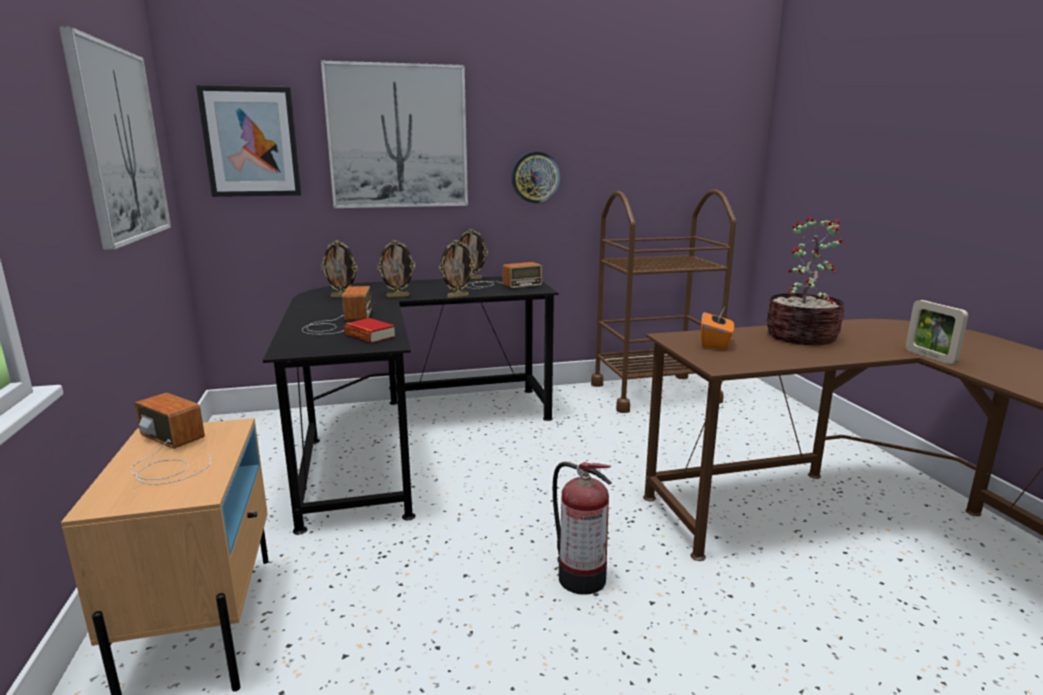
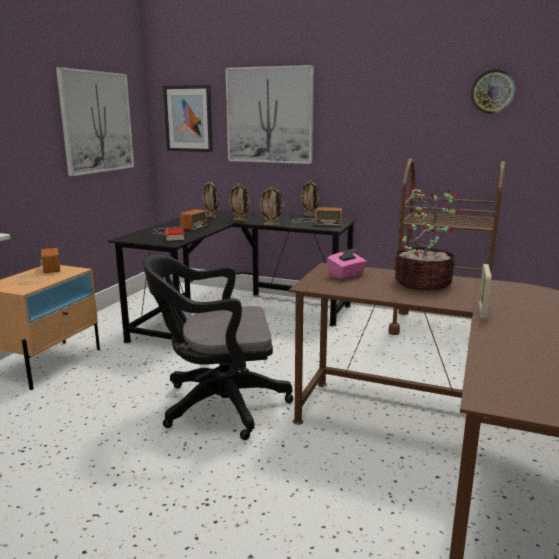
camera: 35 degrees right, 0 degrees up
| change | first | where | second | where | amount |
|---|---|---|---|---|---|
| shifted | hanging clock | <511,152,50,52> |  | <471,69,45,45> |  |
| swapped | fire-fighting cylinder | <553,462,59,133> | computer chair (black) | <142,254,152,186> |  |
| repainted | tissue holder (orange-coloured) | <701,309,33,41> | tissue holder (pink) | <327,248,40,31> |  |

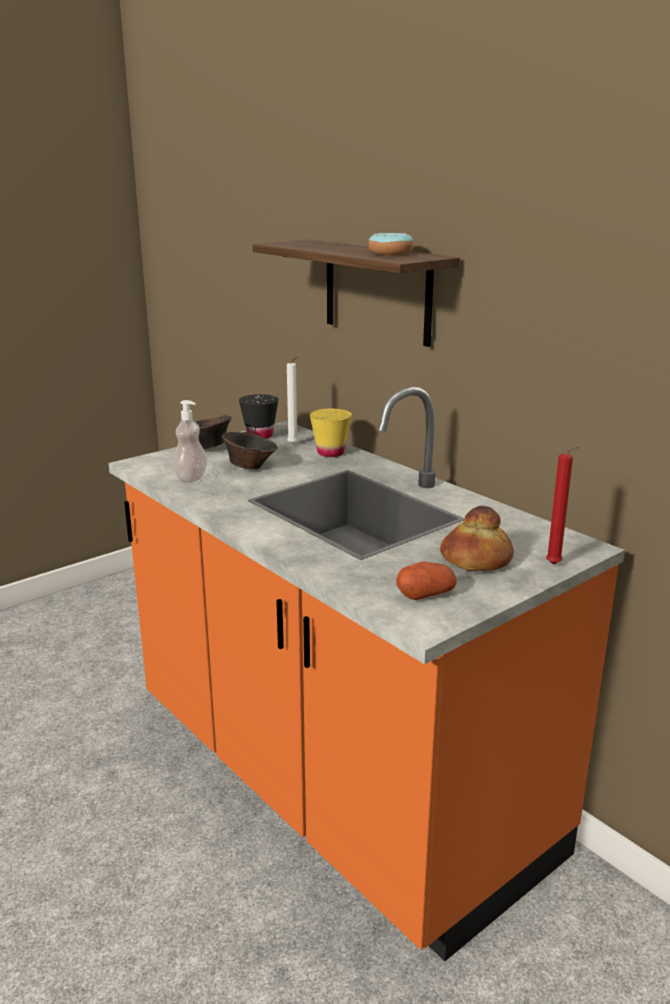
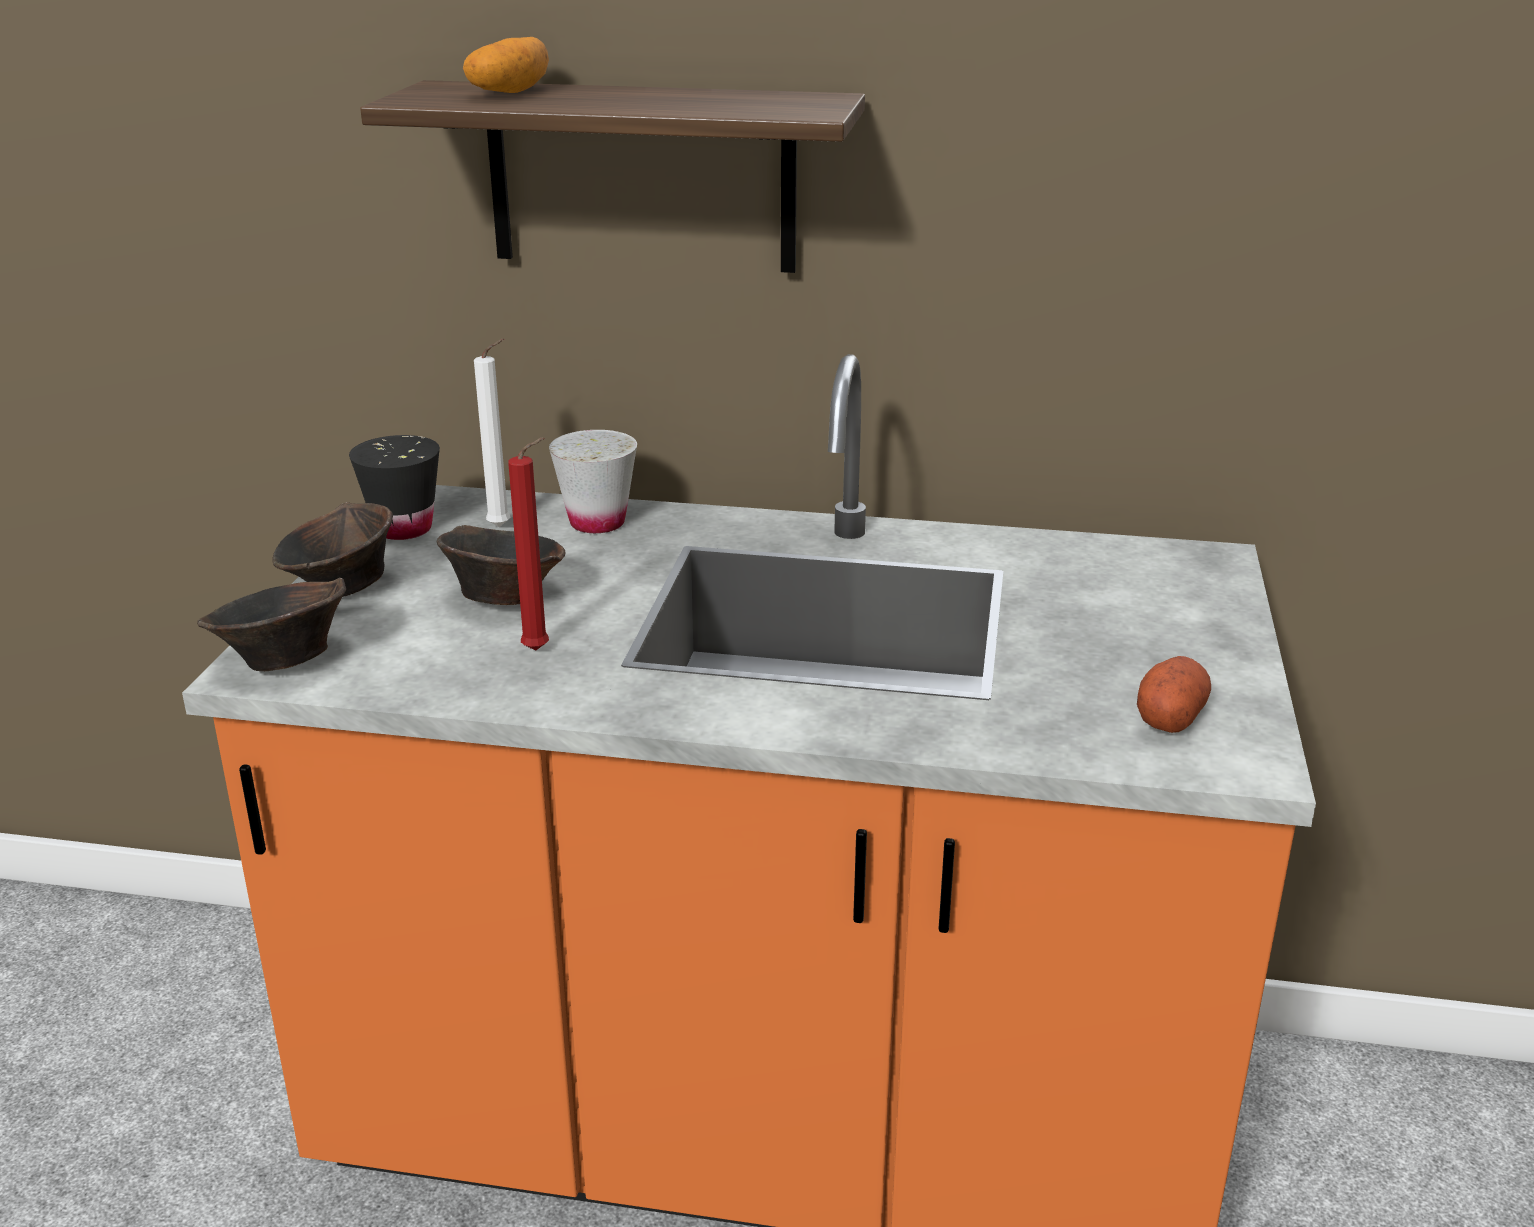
camera: 40 degrees left, 5 degrees up
| change | first | where | second | where | amount |
|---|---|---|---|---|---|
| gone | soap dispenser | <173,400,34,83> |  |  |  |
| repainted | drinking cup (yellow-coloured) | <310,409,42,48> | drinking cup (white) | <549,430,88,103> |  |
| gone | donut | <368,233,46,22> |  |  |  |
| gone | bakery bread | <440,506,74,65> |  |  |  |
| shifted | wax candle (red) | <546,446,35,119> |  | <508,437,41,214> |  |
| new |  |  | bowl (brown) | <197,578,149,93> |  |
| new |  |  | spud | <463,37,86,56> |  |

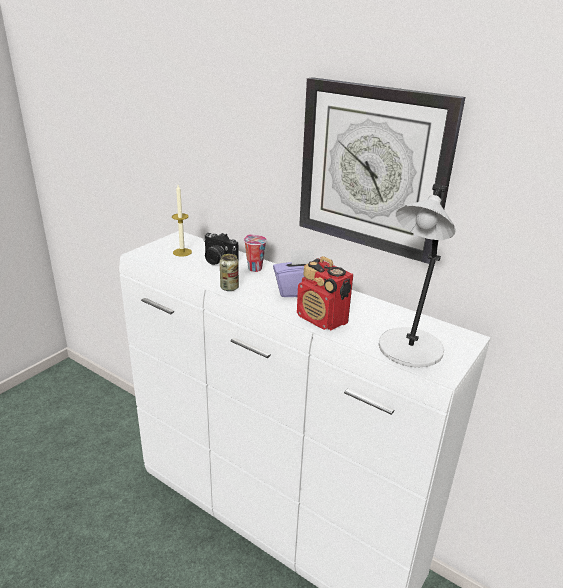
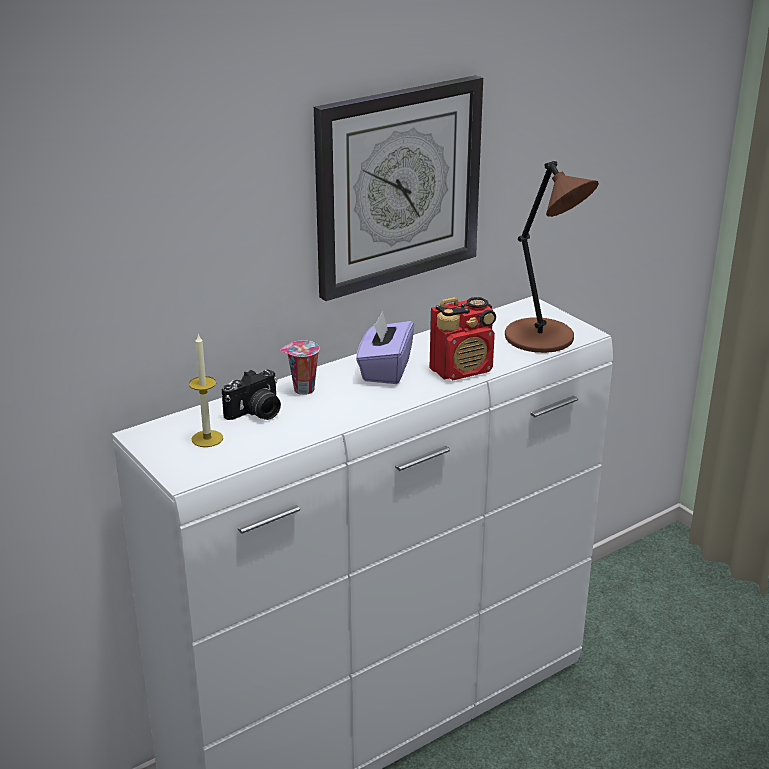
camera: 70 degrees left, 0 degrees up
| change | first | where | second | where | amount |
|---|---|---|---|---|---|
| gone | metal can | <220,254,19,37> |  |  |  |
| repainted | tabletop lamp (gray) | <379,184,77,183> | tabletop lamp (brown) | <505,161,94,192> |  |

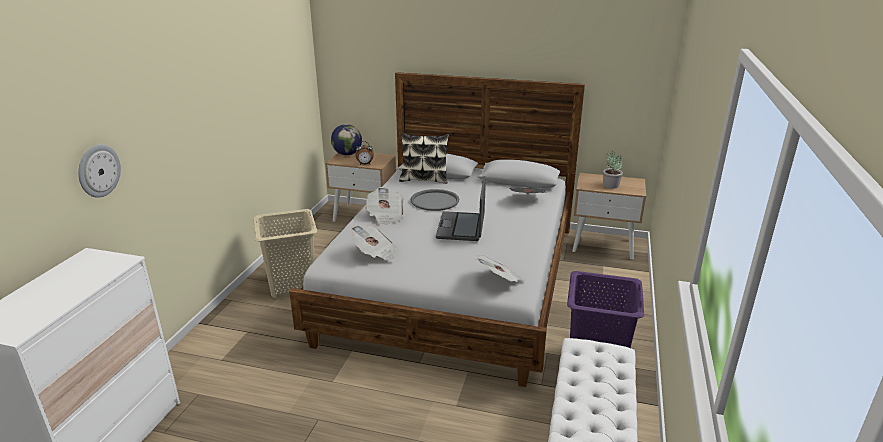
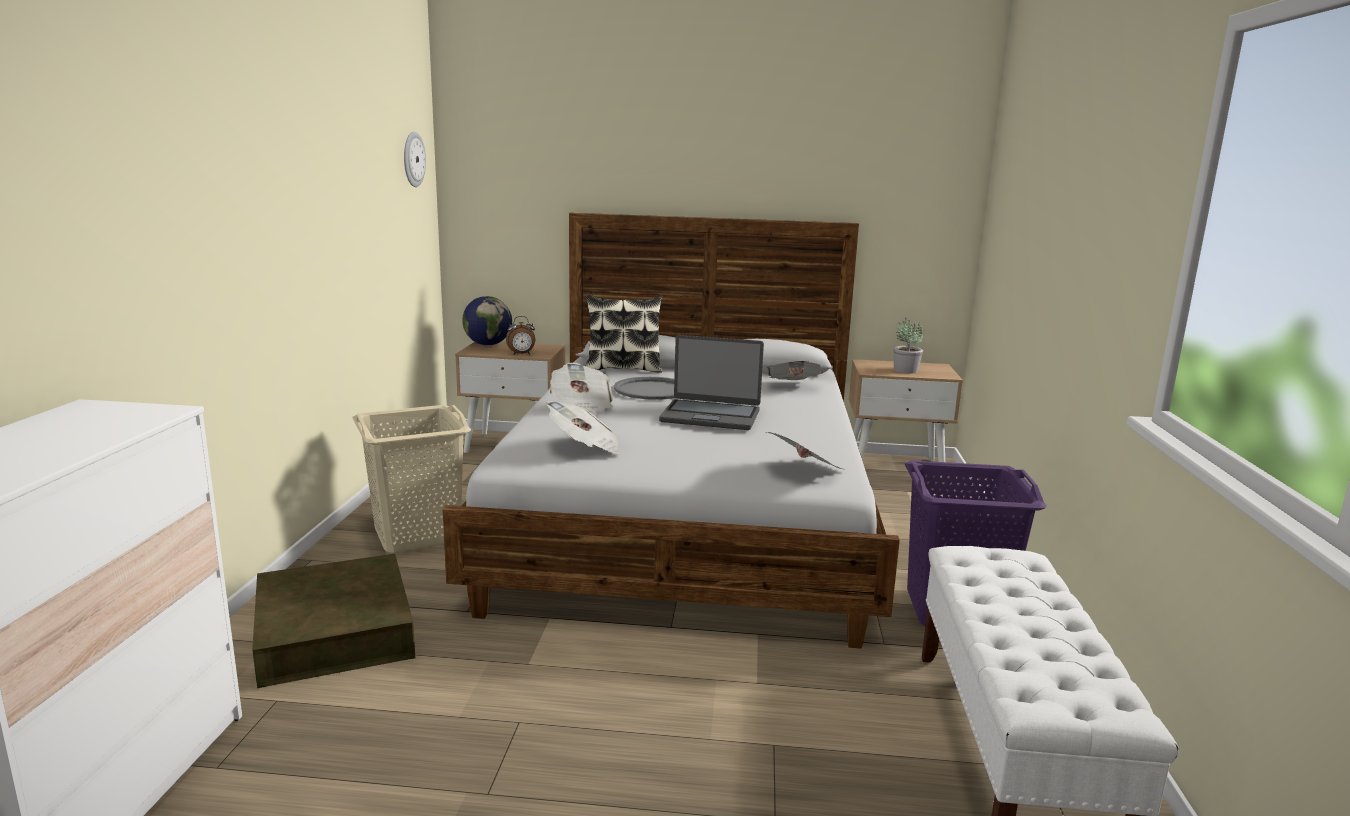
camera: 10 degrees left, 10 degrees down
| change | first | where | second | where | amount |
|---|---|---|---|---|---|
| shifted | hanging clock | <78,144,43,54> |  | <404,132,22,55> |  |
| rotated | portable computer | <436,176,50,65> |  | <659,335,105,95> | 75 degrees counterclockwise |
| new |  |  | storage bin (brown) | <252,554,163,134> |  |

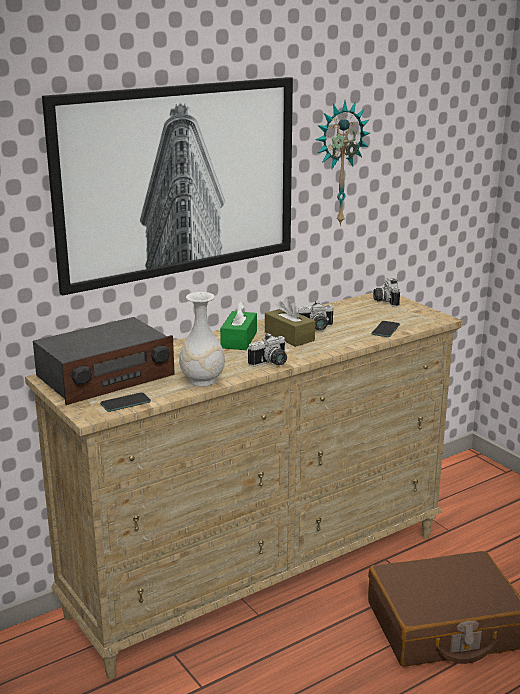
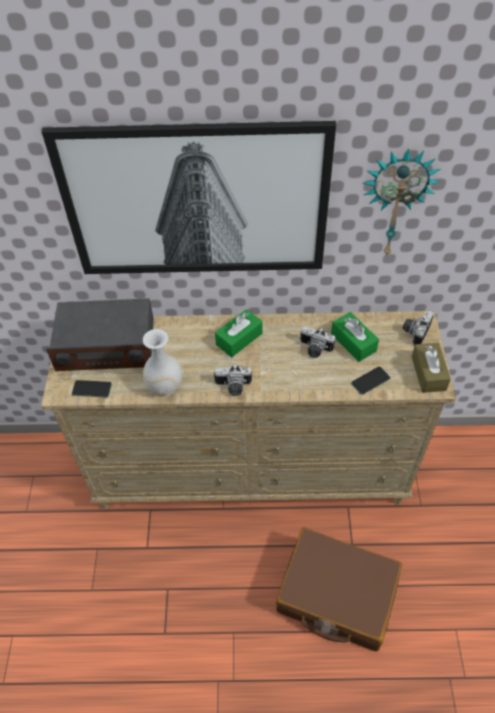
camera: 35 degrees right, 30 degrees up
| change | first | where | second | where | amount |
|---|---|---|---|---|---|
| shifted | tissue holder (brown) | <265,297,50,50> |  | <412,343,39,50> |  |
| new |  |  | tissue holder (greenish) | <331,312,48,50> |  |

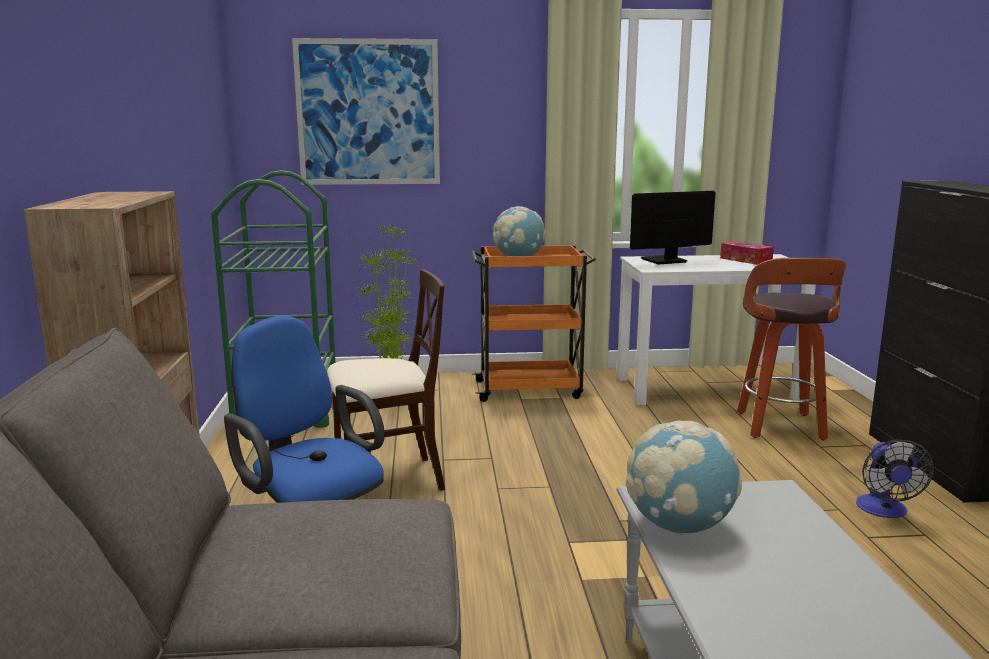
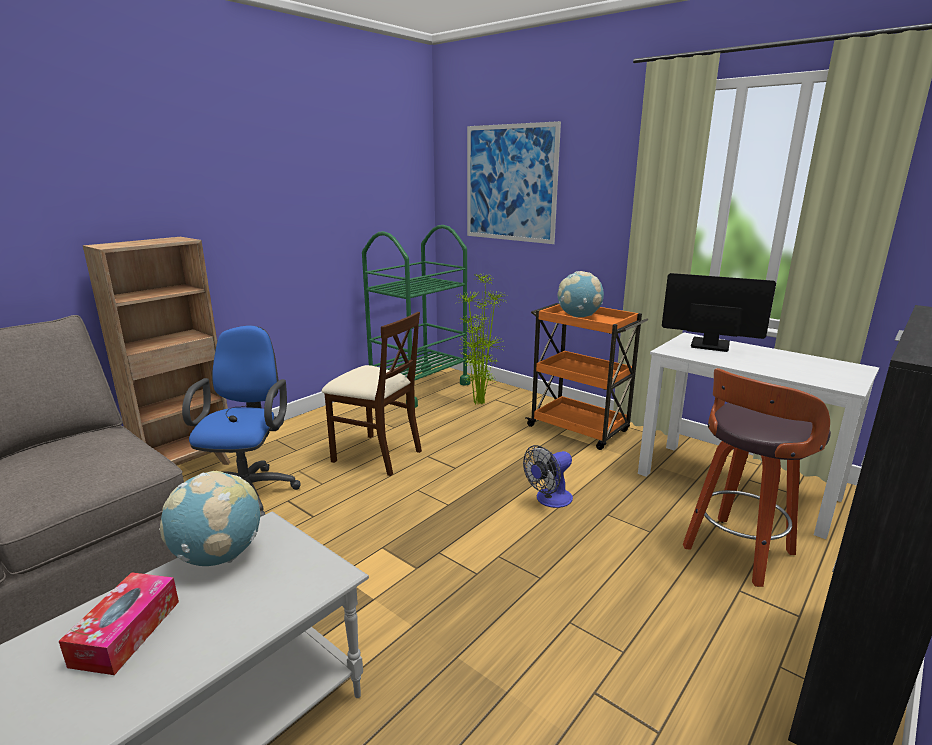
camera: 45 degrees right, 5 degrees up
| change | first | where | second | where | amount |
|---|---|---|---|---|---|
| shifted | tissue holder | <720,241,54,24> |  | <59,572,120,103> |  |
| shifted | fan | <856,440,78,78> |  | <523,445,50,63> |  |

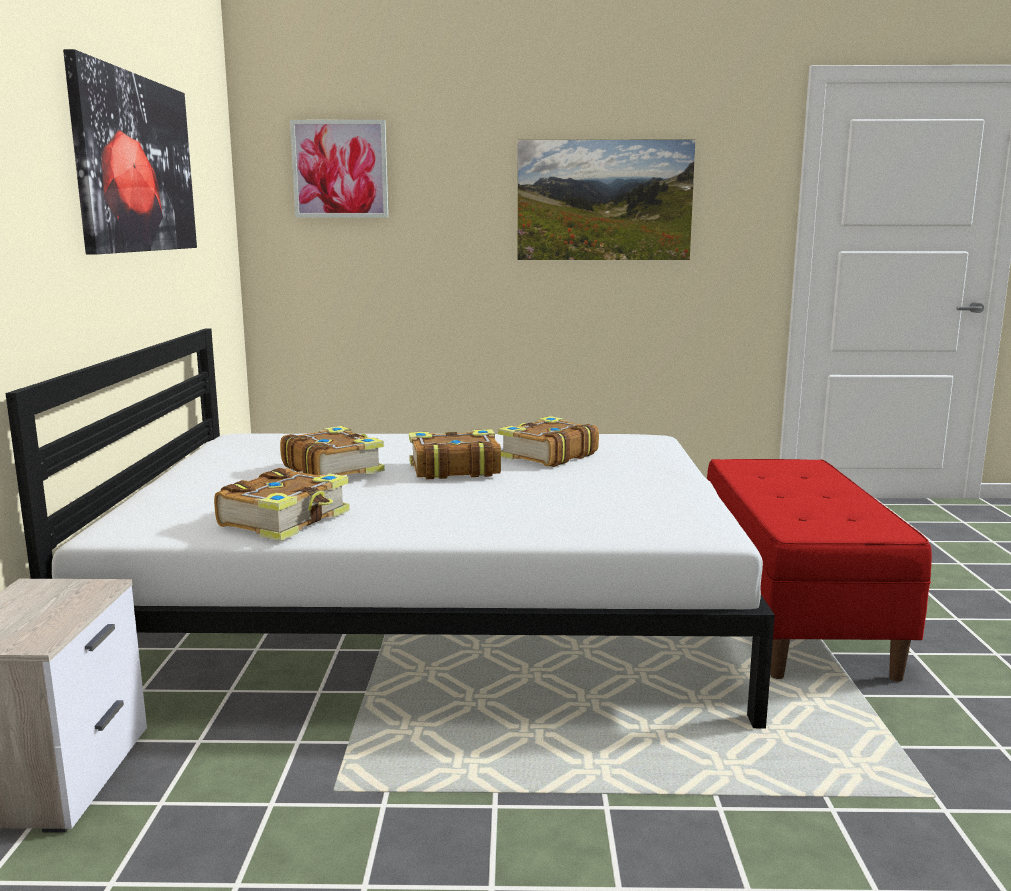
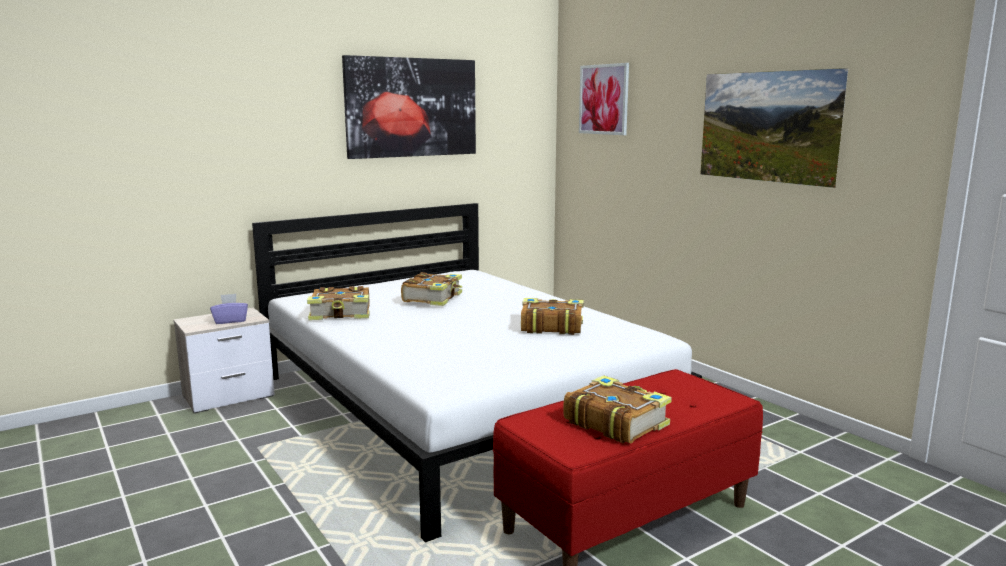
camera: 55 degrees right, 0 degrees up
| change | first | where | second | where | amount |
|---|---|---|---|---|---|
| shifted | bound book | <409,429,92,51> |  | <563,375,109,69> |  |
| new |  |  | tissue holder (purple) | <210,294,38,30> |  |

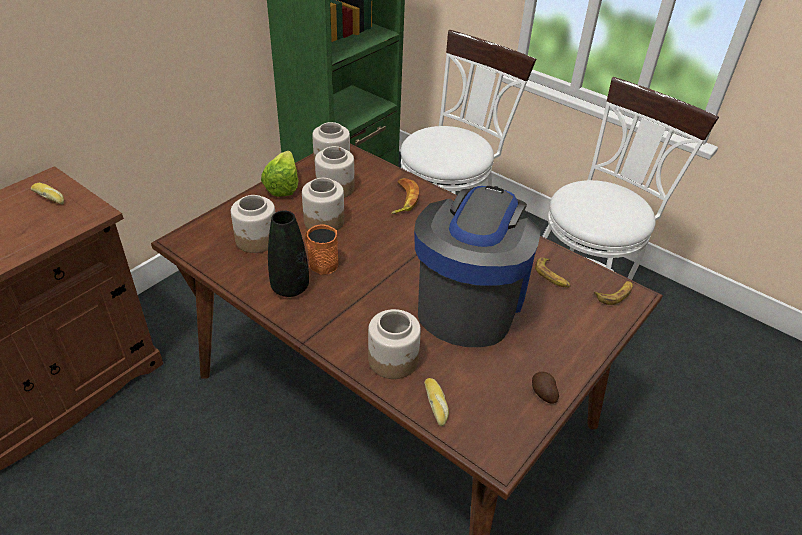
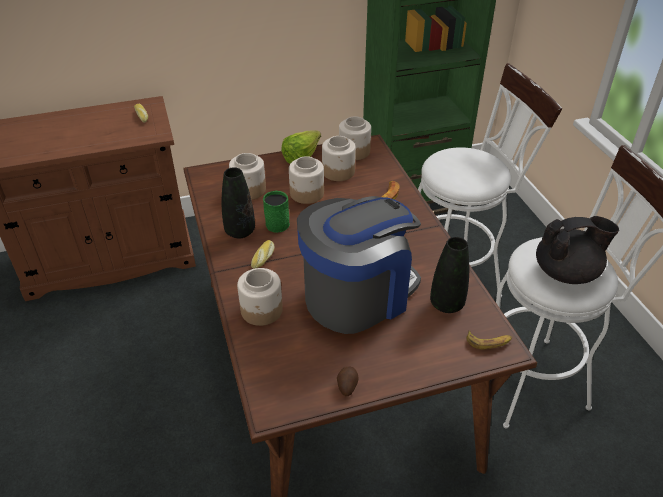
camera: 35 degrees right, 0 degrees up
| change | first | where | second | where | amount |
|---|---|---|---|---|---|
| repainted | tea mug (orange-coloured) | <305,224,33,51> | tea mug (greenish) | <263,191,27,42> |  |
| shifted | bakery bread | <424,378,25,48> |  | <251,240,24,29> |  |
| swapped | whole banana | <535,258,35,29> | decorative vase (black) | <430,237,39,76> |  |
| new |  |  | pot for tea (black) | <536,216,83,68> |  |

